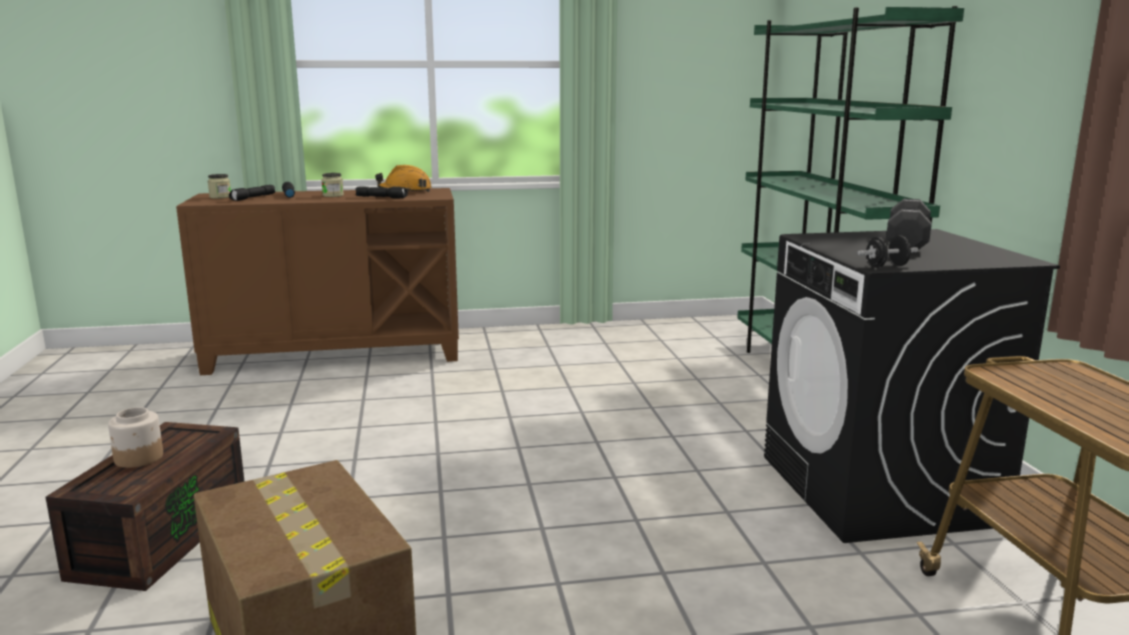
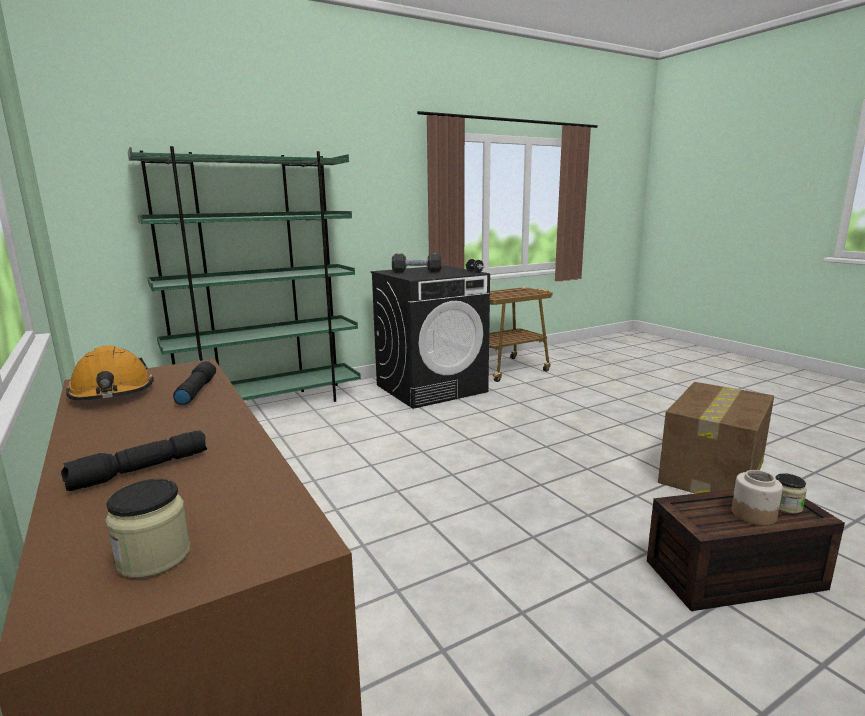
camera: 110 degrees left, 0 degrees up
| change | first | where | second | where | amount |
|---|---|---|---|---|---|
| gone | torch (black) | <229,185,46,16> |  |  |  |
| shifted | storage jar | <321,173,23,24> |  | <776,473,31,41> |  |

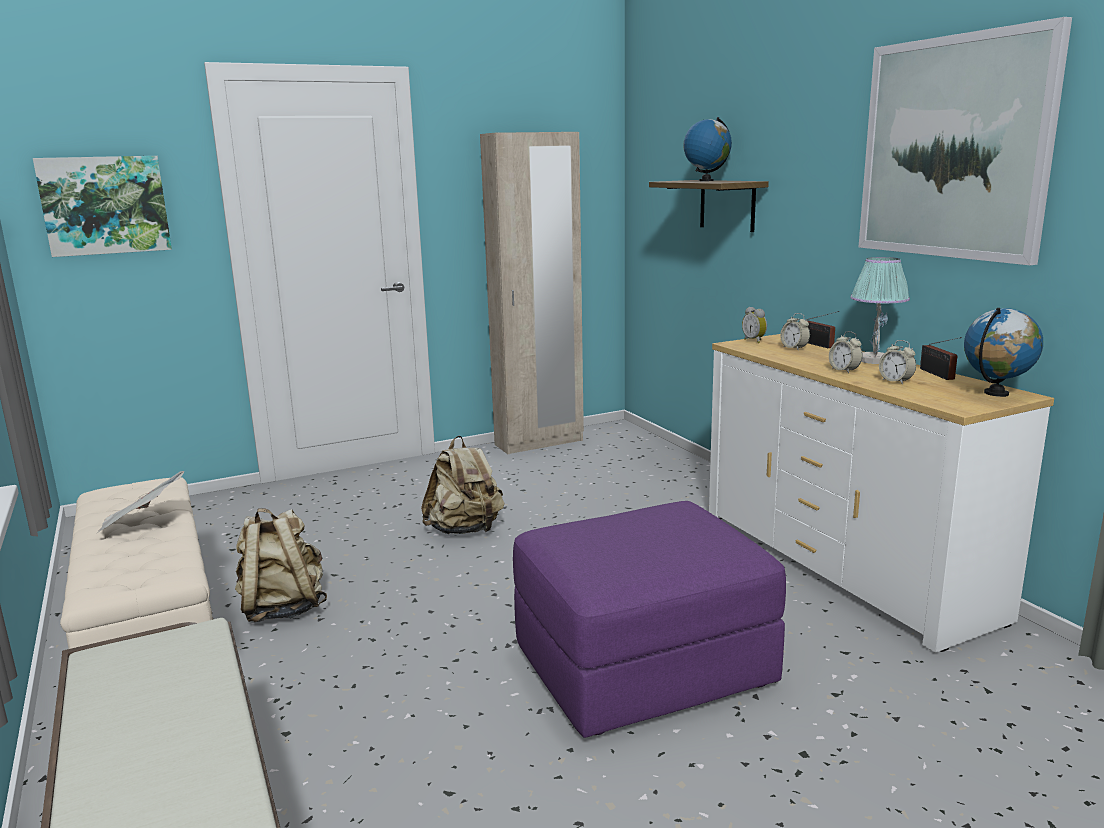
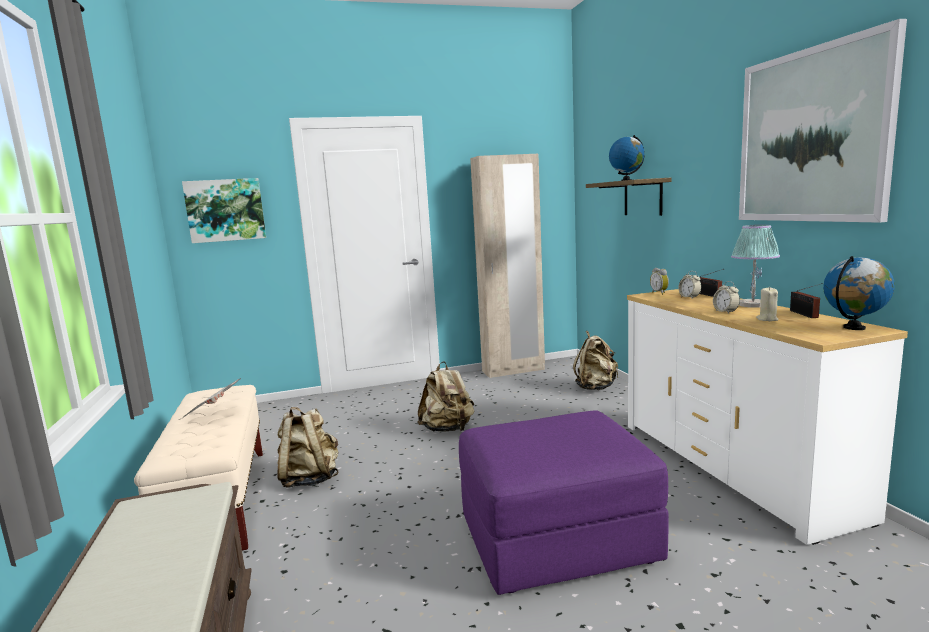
camera: 10 degrees right, 5 degrees down
| change | first | where | second | where | amount |
|---|---|---|---|---|---|
| swapped | bedside clock | <879,340,37,44> | wax candle (beige) | <756,287,23,34> |  |
| new |  |  | rucksack (beige) | <573,331,46,59> |  |

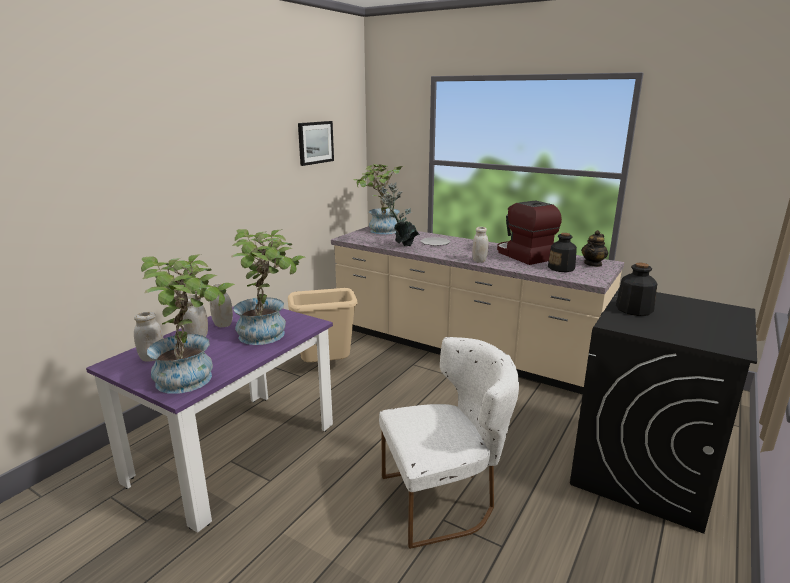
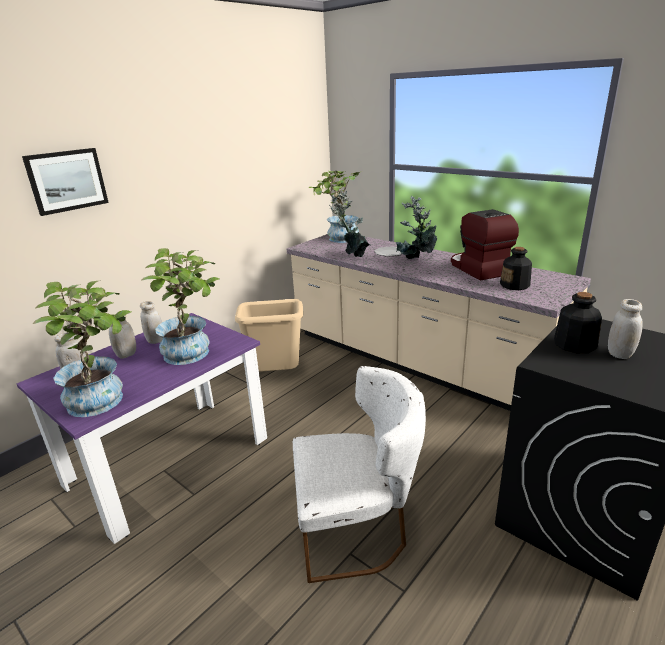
camera: 10 degrees right, 5 degrees up
| change | first | where | second | where | amount |
|---|---|---|---|---|---|
| shifted | wall picture | <298,121,36,45> |  | <22,148,87,68> |  |
| shifted | storage jar (white) | <472,227,16,36> |  | <608,299,35,60> |  |
| gone | pot for tea | <581,230,27,37> |  |  |  |
| new |  |  | houseplant | <395,195,42,64> |  |

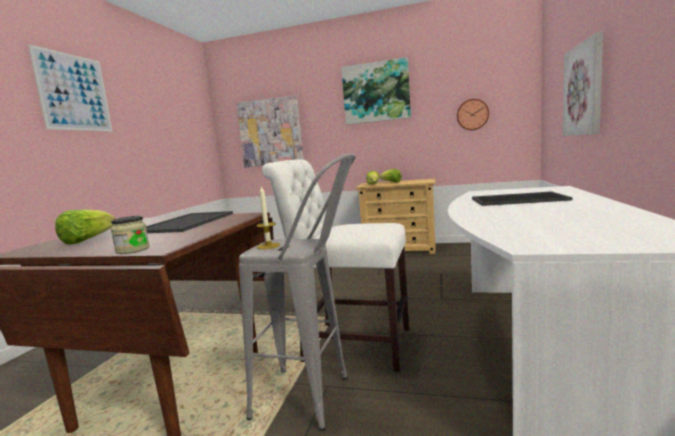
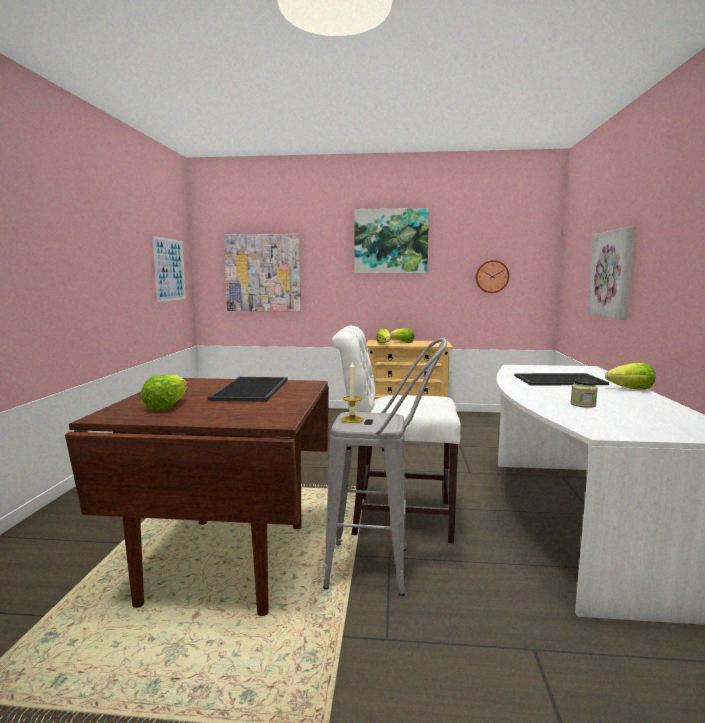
camera: 10 degrees left, 0 degrees up
| change | first | where | second | where | amount |
|---|---|---|---|---|---|
| shifted | wall picture | <28,44,84,88> |  | <152,236,34,66> |  |
| shifted | storage jar | <111,216,39,38> |  | <570,379,28,29> |  |
| new |  |  | head of lettuce | <605,363,51,27> |  |

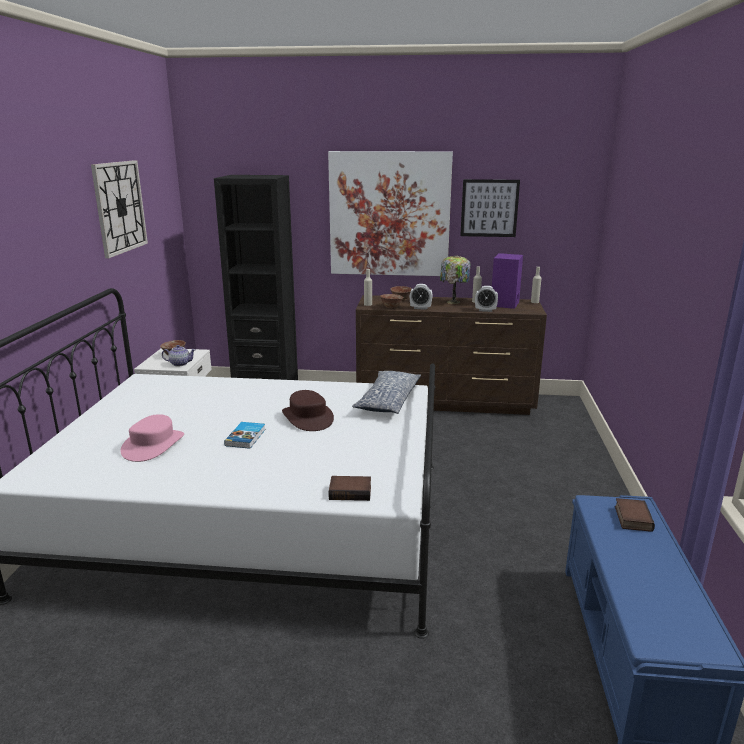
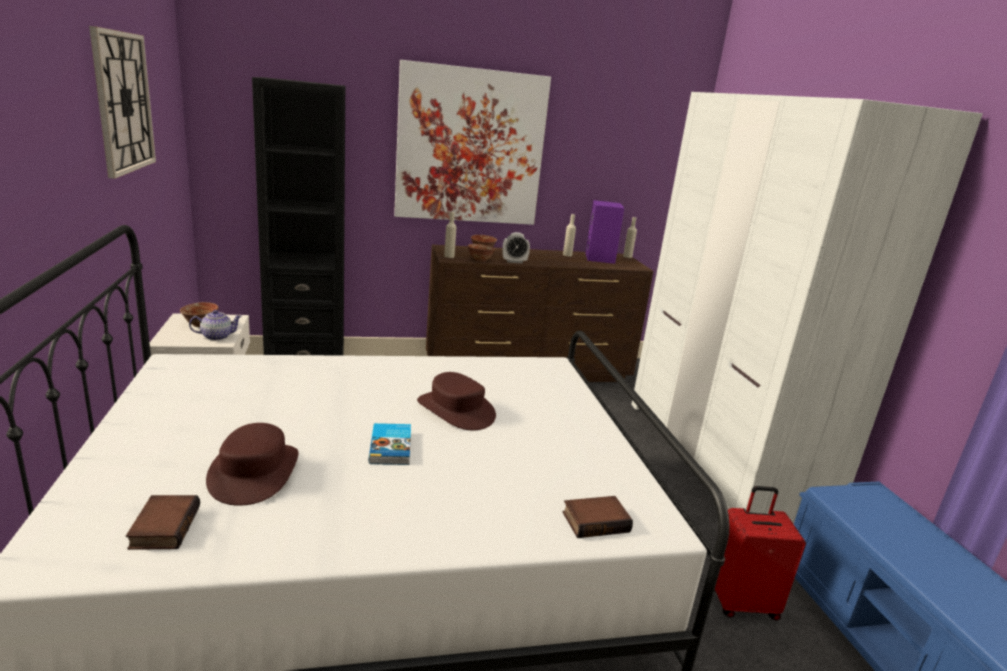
camera: 20 degrees left, 0 degrees up
| change | first | where | second | where | amount |
|---|---|---|---|---|---|
| repainted | clothing hat (pink) | <120,414,64,48> | clothing hat (brown) | <206,423,93,83> |  |
| gone | pillow | <352,371,69,43> |  |  |  |
| gone | tabletop lamp | <440,255,30,49> |  |  |  |
| gone | wall picture | <460,179,60,58> |  |  |  |
| gone | bedside clock | <475,286,23,26> |  |  |  |
| shifted | bound book | <615,498,40,34> |  | <126,495,74,55> |  |
| new |  |  | armoire (white) | <631,92,352,432> |  |
| new |  |  | suitcase (red) | <714,486,92,134> |  |

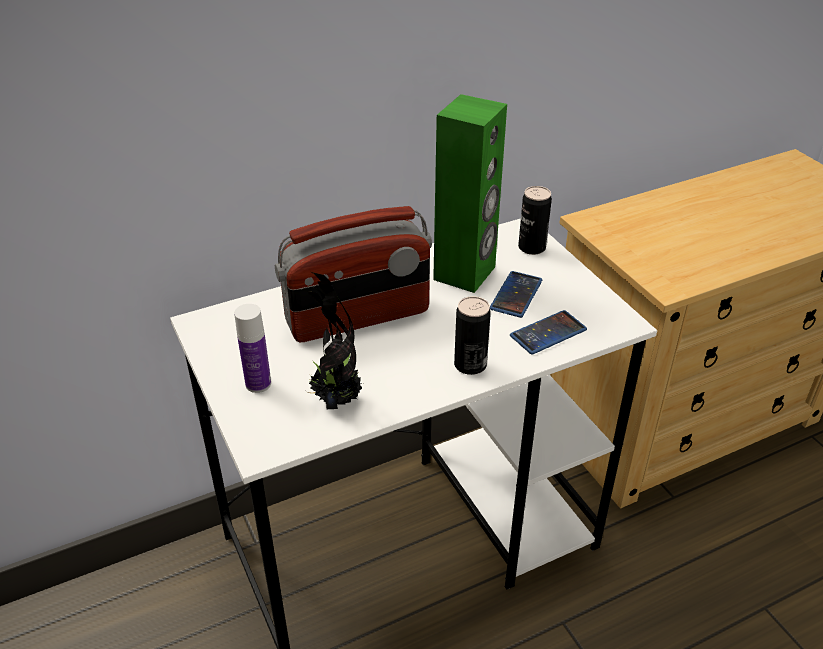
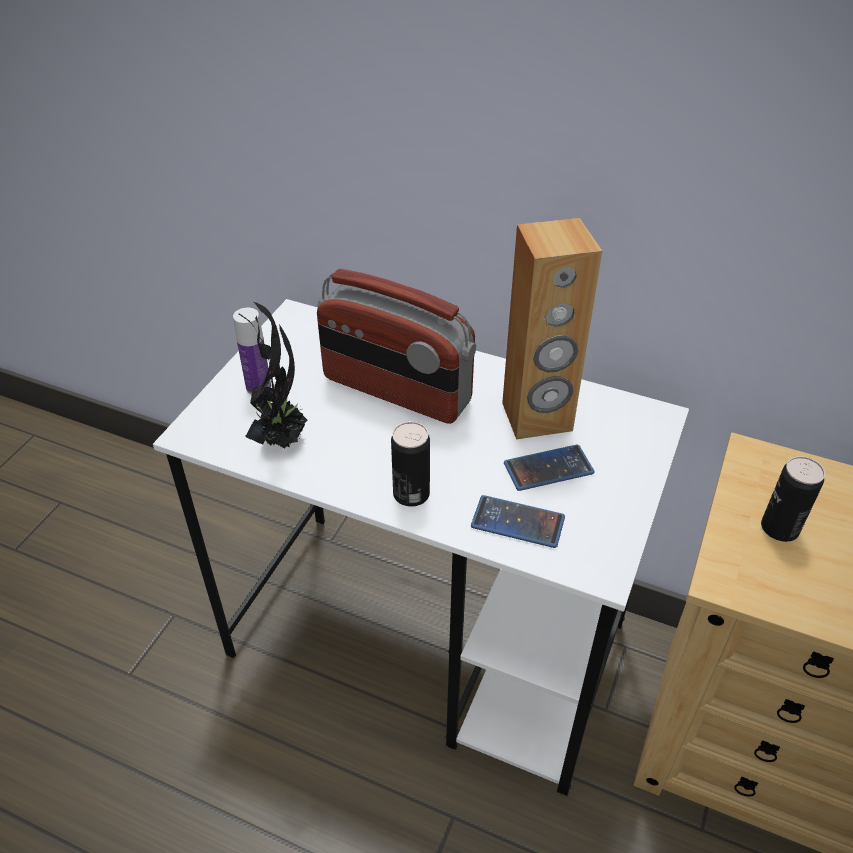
camera: 50 degrees right, 5 degrees up
| change | first | where | second | where | amount |
|---|---|---|---|---|---|
| repainted | audio speaker (greenish) | <433,94,74,199> | audio speaker (brown) | <502,218,100,222> |  |
| shifted | metal can | <518,186,34,69> |  | <761,456,64,86> |  |

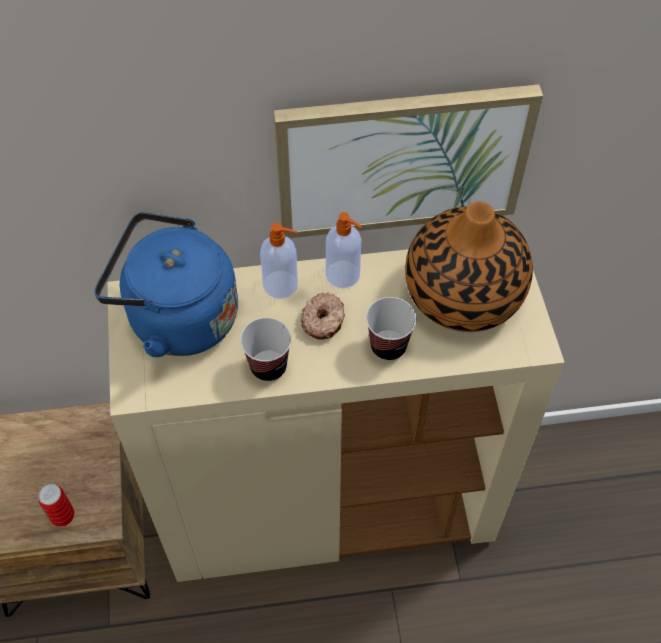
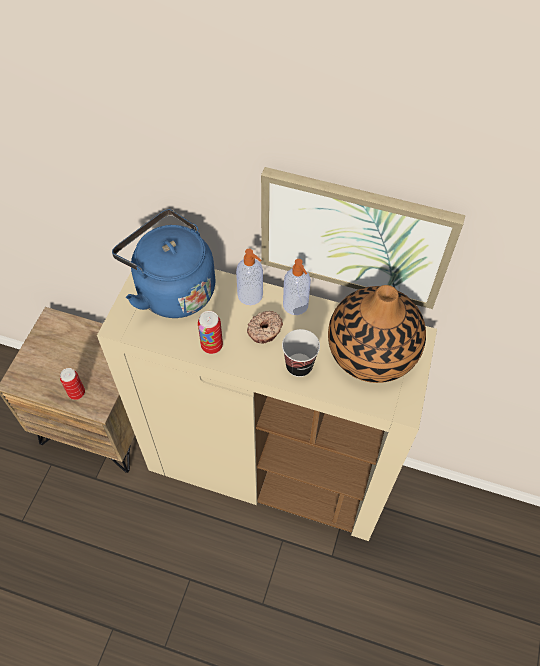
camera: 25 degrees right, 0 degrees up
| change | first | where | second | where | amount |
|---|---|---|---|---|---|
| swapped | drinking cup | <240,317,51,65> | metal can | <198,311,25,43> |  |

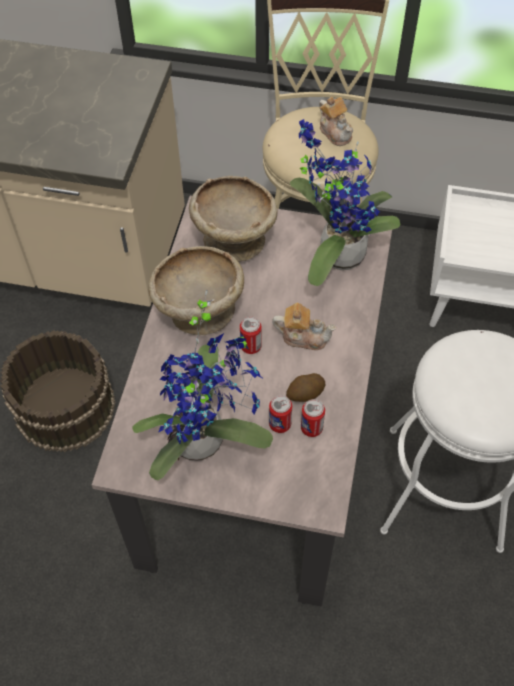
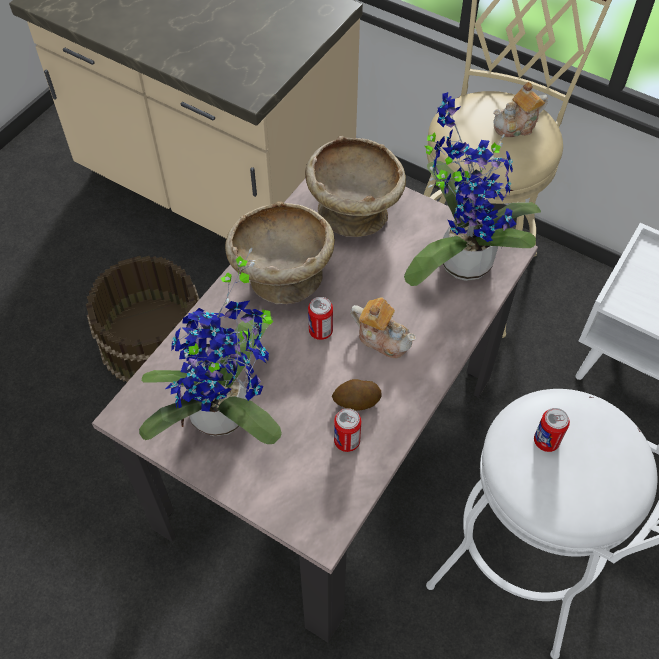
camera: 20 degrees right, 0 degrees up
| change | first | where | second | where | amount |
|---|---|---|---|---|---|
| shifted | metal can | <269,395,23,38> |  | <534,408,36,44> |  |
| rotated | pot for tea | <319,97,34,49> |  | <493,82,55,55> | 75 degrees clockwise |

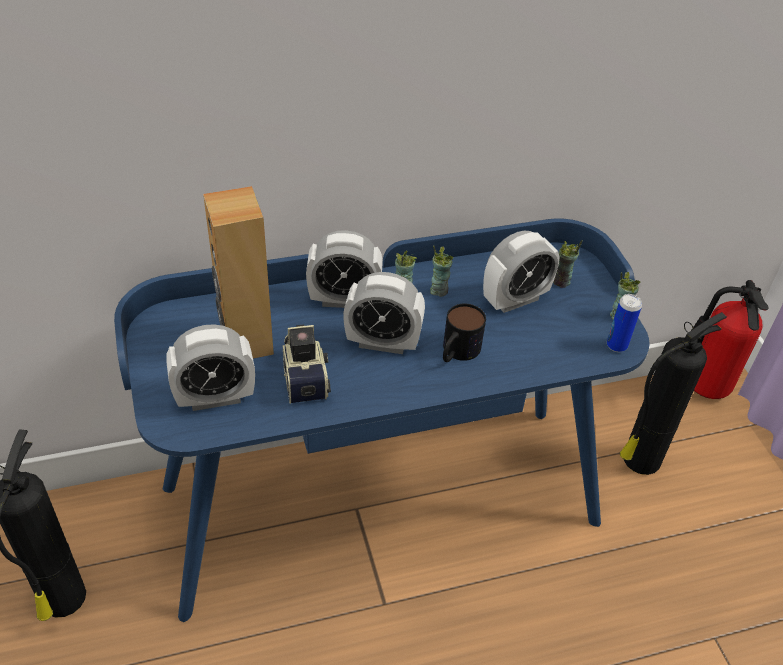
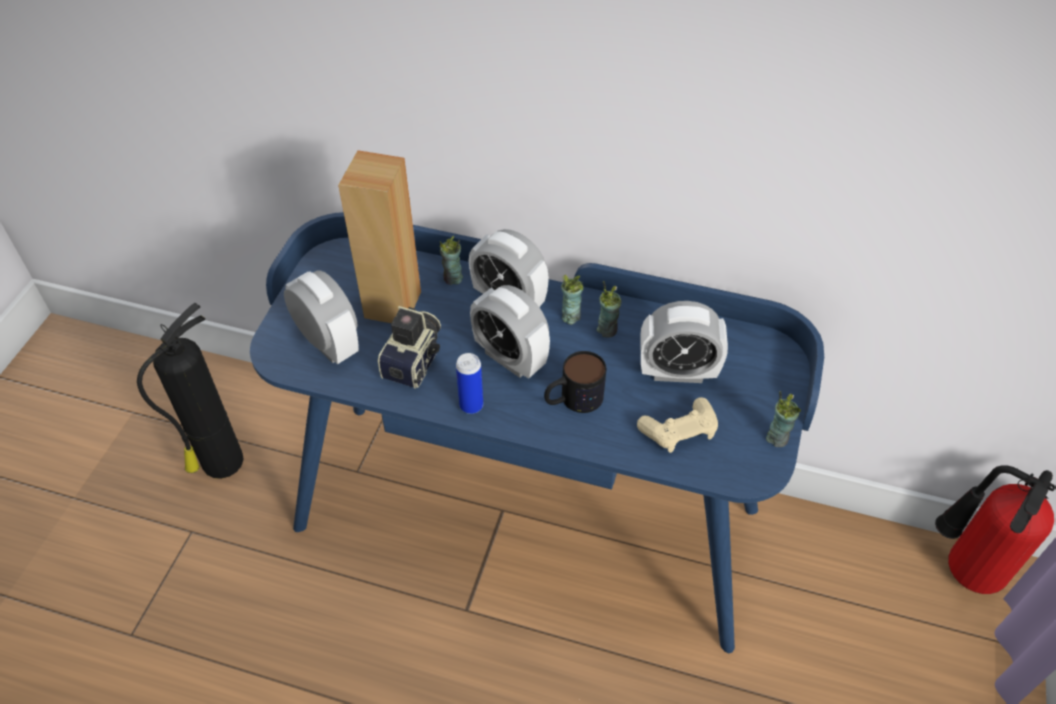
camera: 35 degrees right, 5 degrees up
| change | first | where | second | where | amount |
|---|---|---|---|---|---|
| rotated | bedside clock | <166,324,89,87> |  | <284,271,75,93> | 150 degrees counterclockwise |
| shifted | drinking cup | <553,240,30,48> |  | <440,236,23,49> |  |
| shifted | metal can | <607,294,35,58> |  | <456,353,27,61> |  |
| gone | fire-fighting cylinder | <620,312,107,163> |  |  |  |
| new |  |  | gamepad (beige) | <637,397,81,56> |  |

